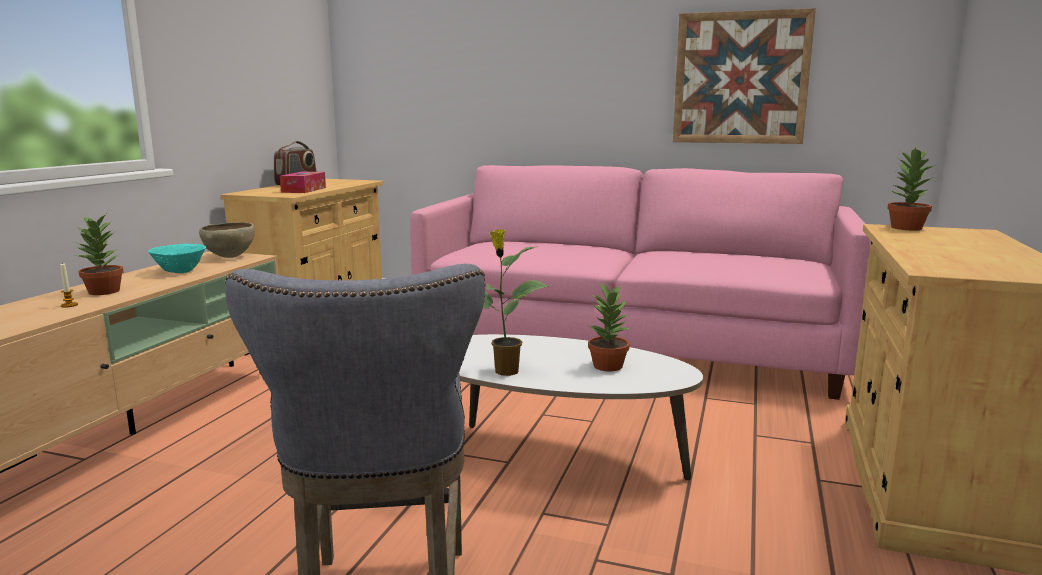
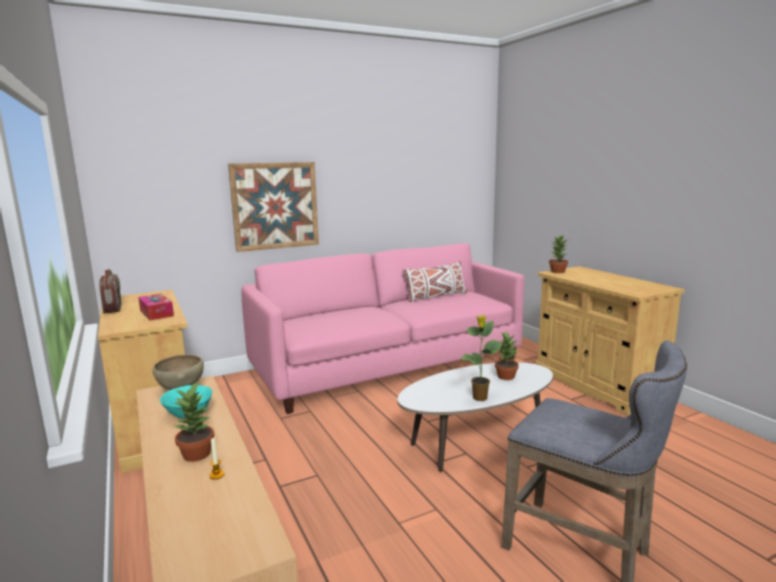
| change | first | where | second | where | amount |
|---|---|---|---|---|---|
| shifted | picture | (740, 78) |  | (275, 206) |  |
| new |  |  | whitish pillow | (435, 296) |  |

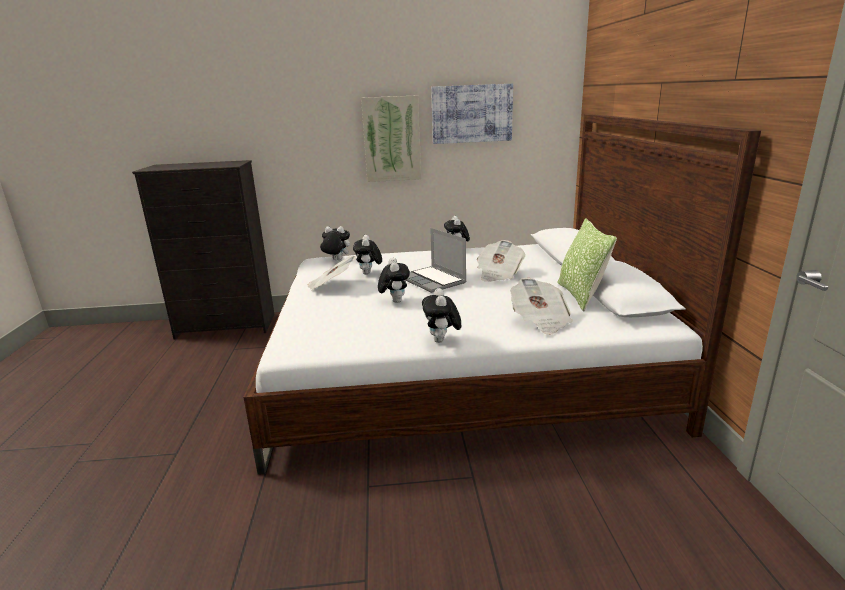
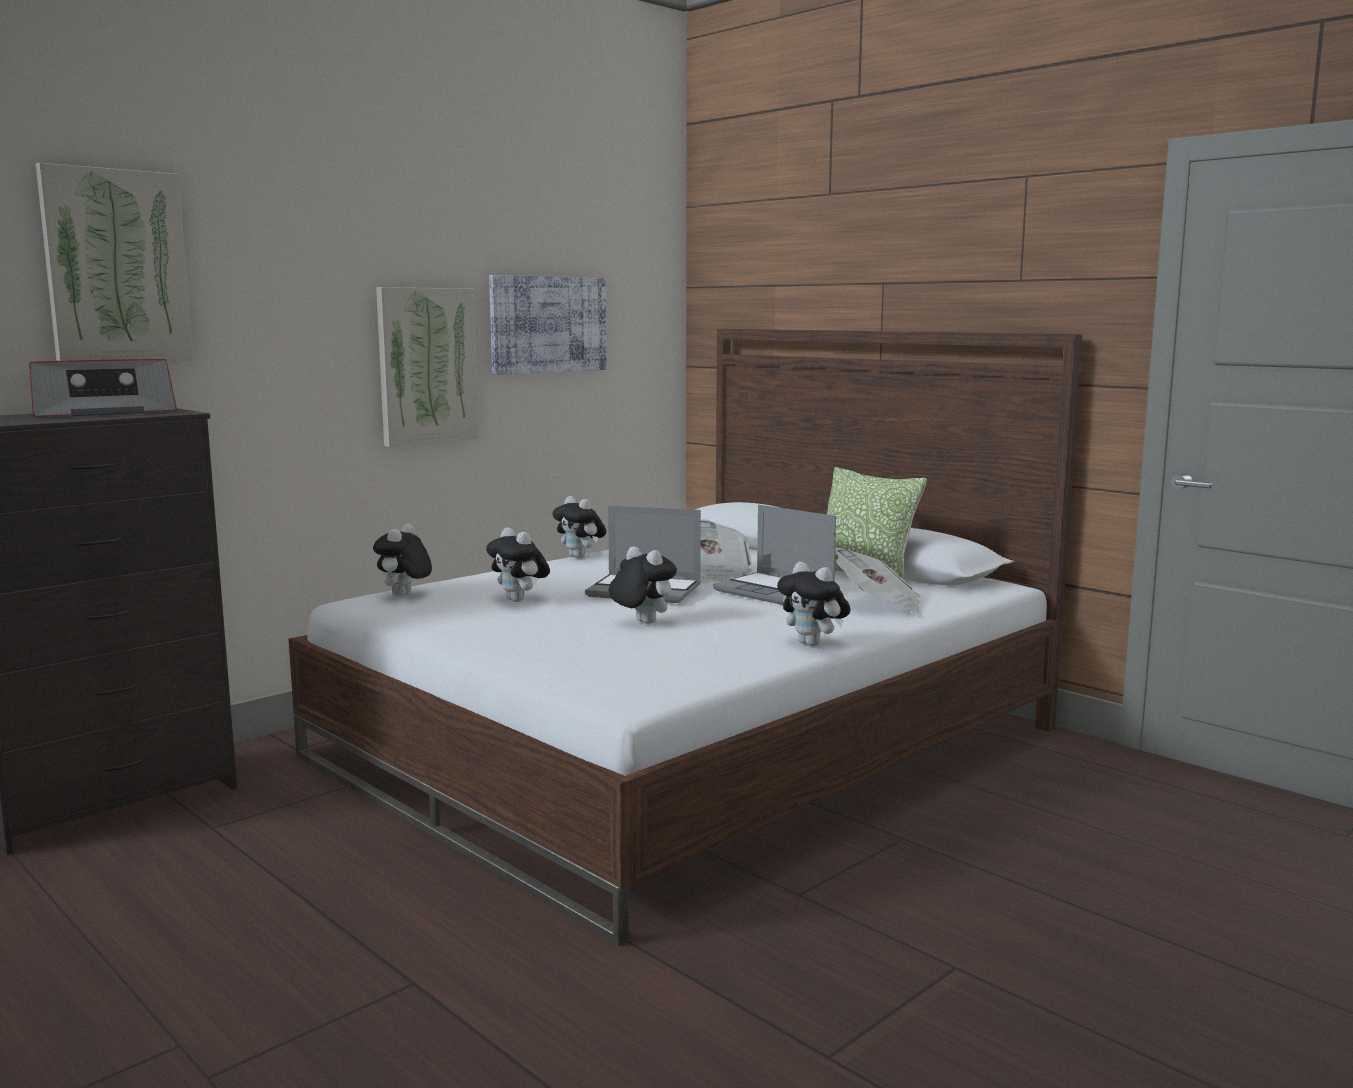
| change | first | where | second | where | amount |
|---|---|---|---|---|---|
| new |  |  | radio set | (103, 412) |  |
| new |  |  | picture | (116, 267) |  |
| rotated | plush toy | (336, 260) |  | (404, 595) | 45 degrees counterclockwise |
| new |  |  | laptop | (776, 592) |  |
| gone | newspaper | (331, 286) |  |  |  |

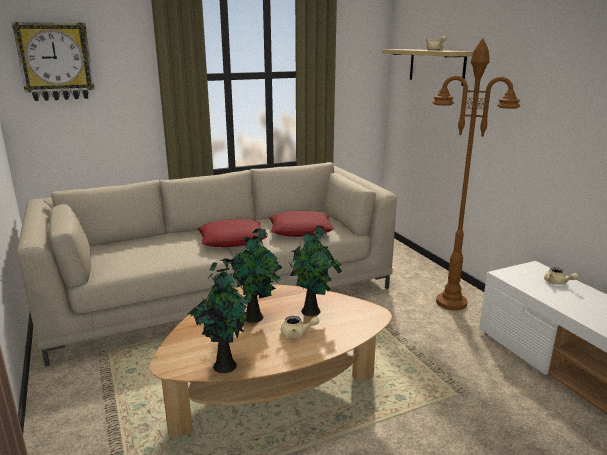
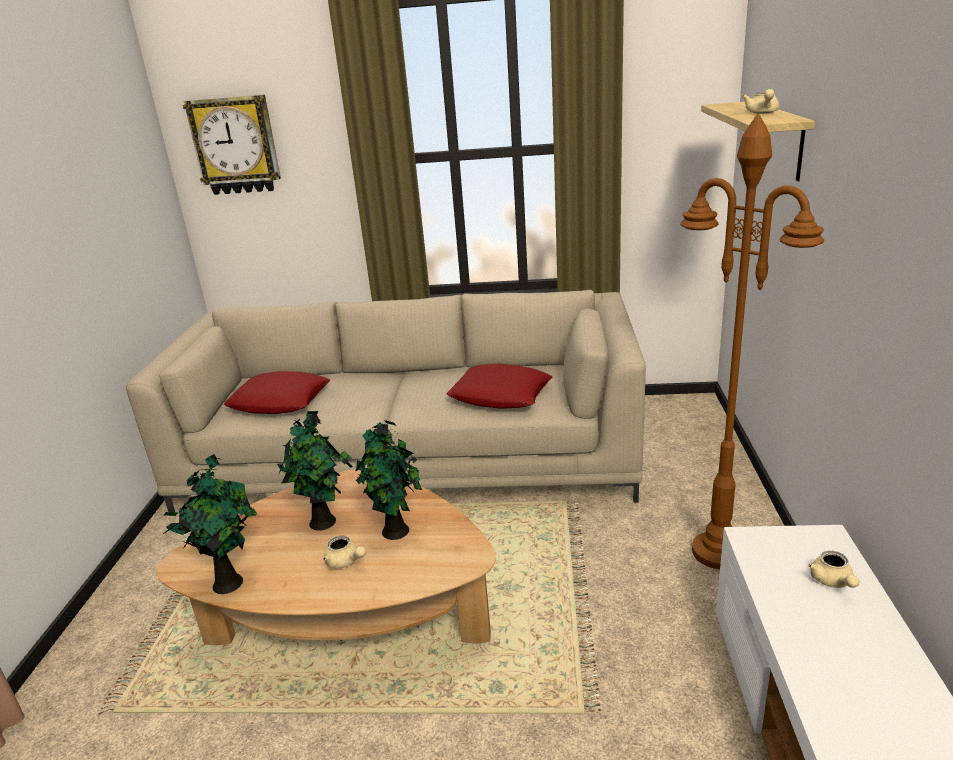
| change | first | where | second | where | amount |
|---|---|---|---|---|---|
| shifted | reddish pillow | (232, 239) |  | (280, 401) |  |

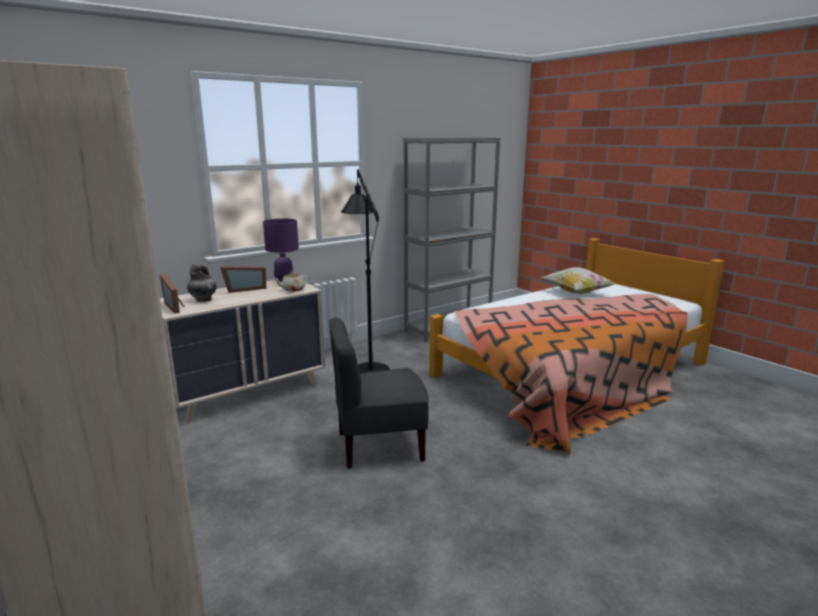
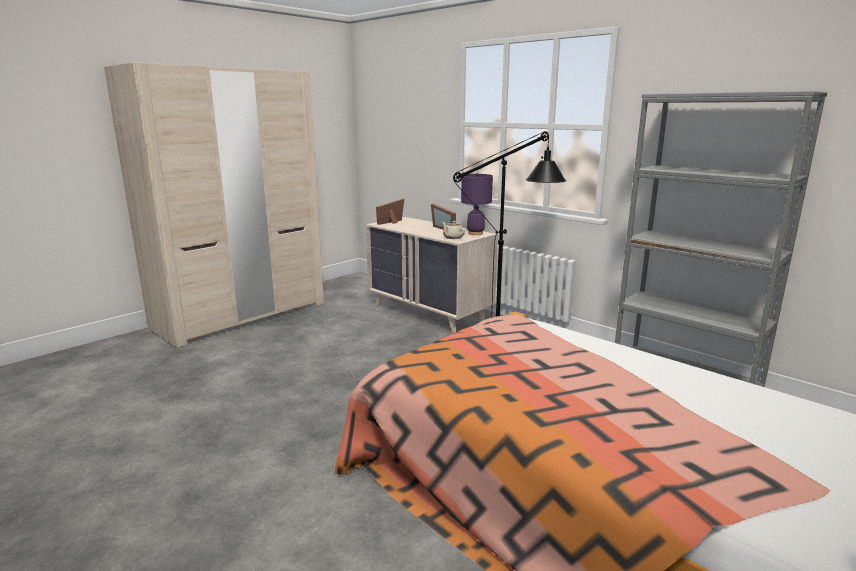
| change | first | where | second | where | amount |
|---|---|---|---|---|---|
| gone | grey flower vase | (203, 300) |  |  |  |
| gone | grey plain chair | (379, 446) |  |  |  |
| gone | pillow | (576, 293) |  |  |  |

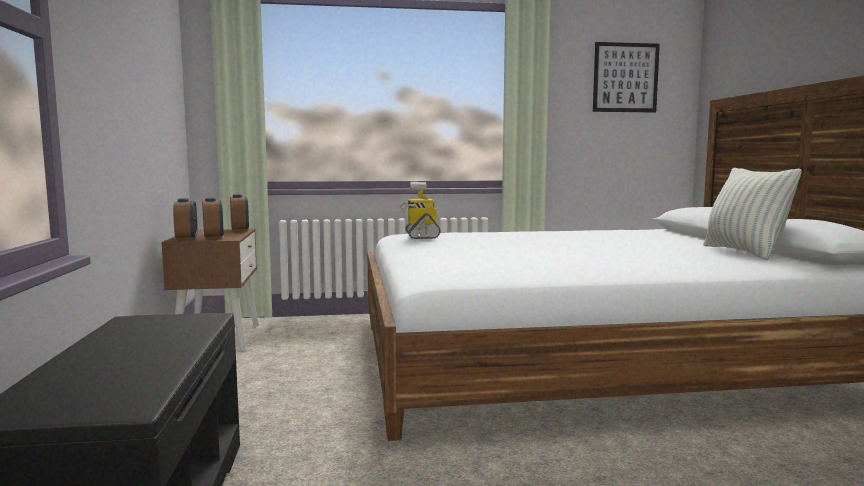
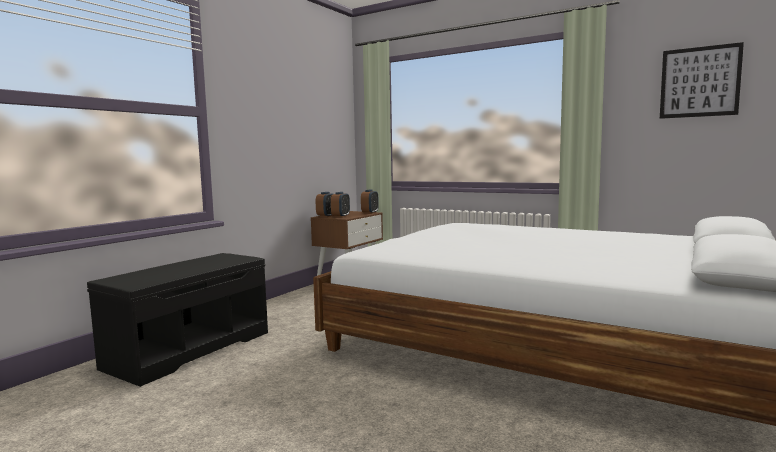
| change | first | where | second | where | amount |
|---|---|---|---|---|---|
| gone | model robot | (421, 236) |  |  |  |
| gone | pillow | (744, 252) |  |  |  |

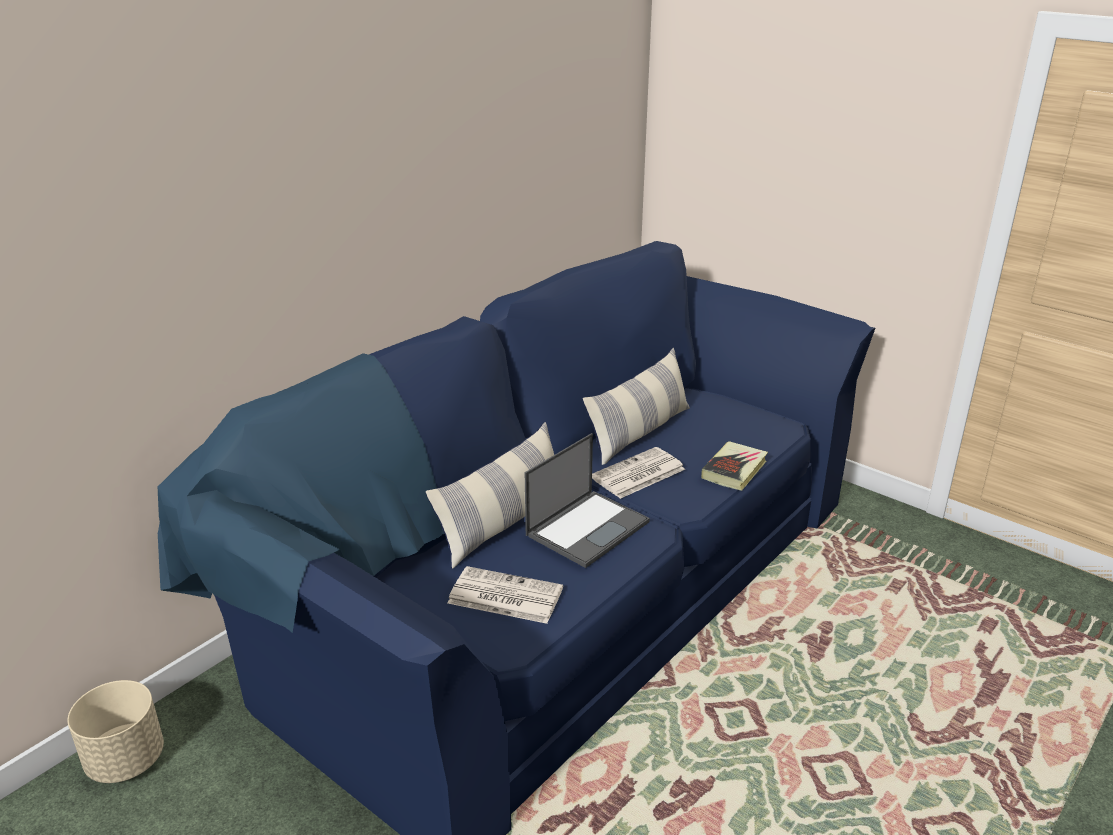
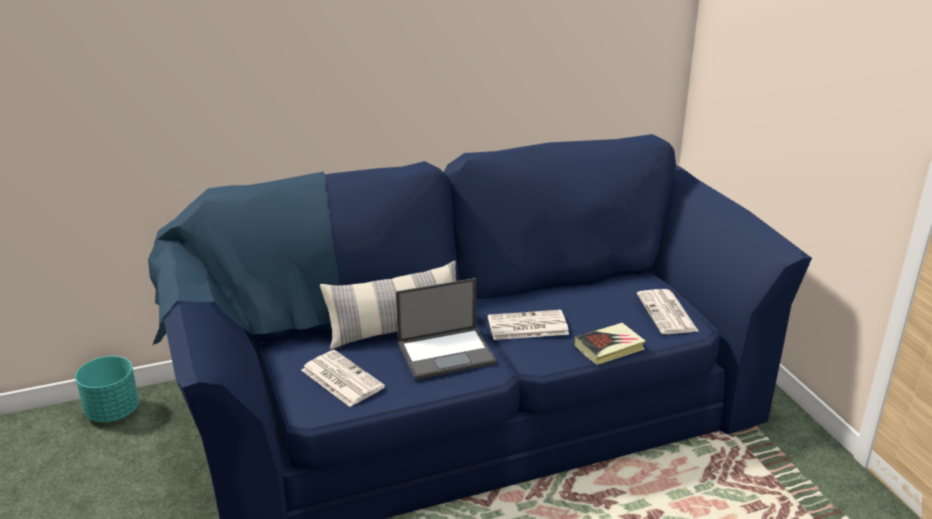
| change | first | where | second | where | amount |
|---|---|---|---|---|---|
| repainted | beige-coloured flower pot | (126, 760) | turquoise-coloured flower pot | (113, 411) |  |
| new |  |  | newspaper | (667, 313) |  |
| gone | pillow | (639, 433) |  |  |  |

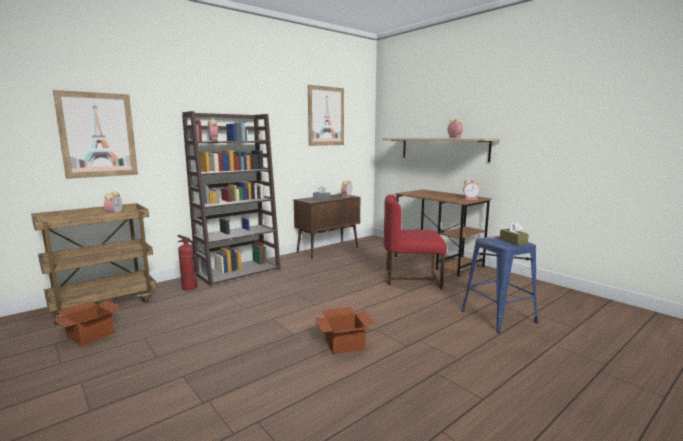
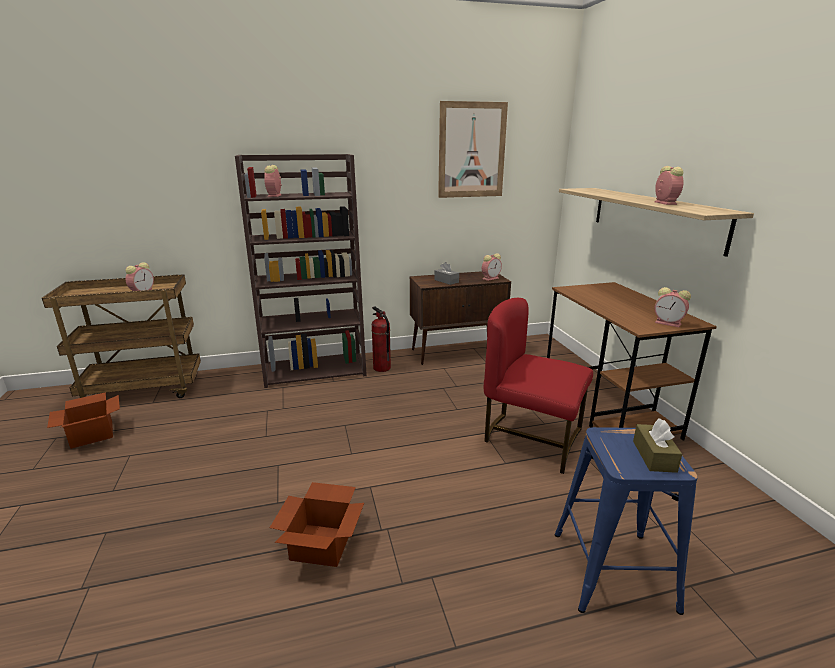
| change | first | where | second | where | amount |
|---|---|---|---|---|---|
| shifted | fire extinguisher | (189, 288) |  | (381, 368) |  |
| gone | picture | (98, 135) |  |  |  |

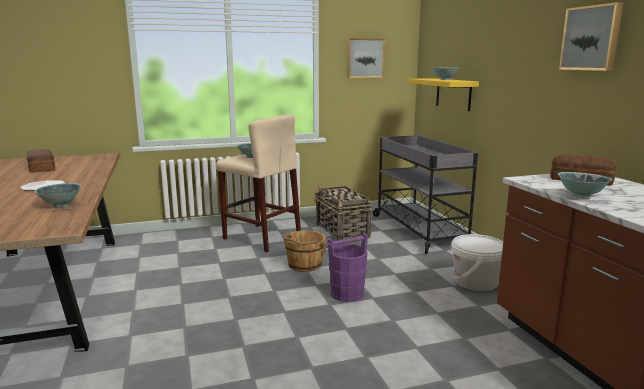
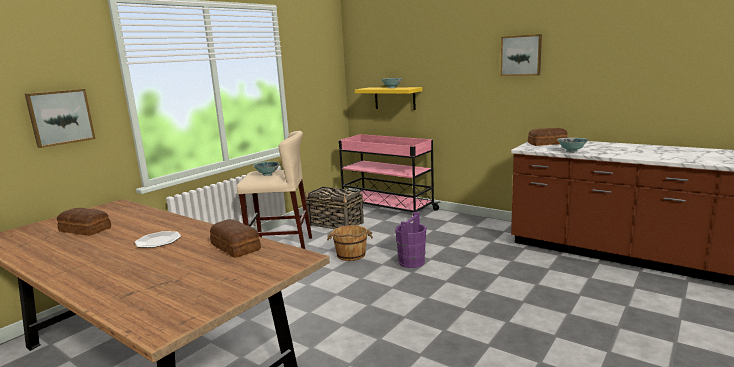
| change | first | where | second | where | amount |
|---|---|---|---|---|---|
| shifted | picture | (365, 58) |  | (60, 117) |  |
| swapped | bowl | (61, 205) | bakery bread | (236, 246) |  |
| repainted | grey cart | (418, 230) | pinkish cart | (386, 208) |  |
| gone | whitish bucket | (475, 282) |  |  |  |

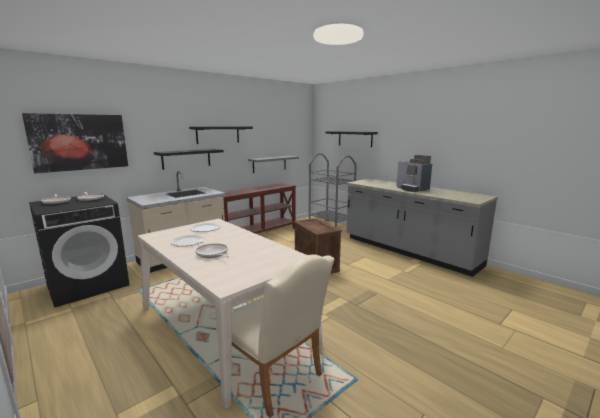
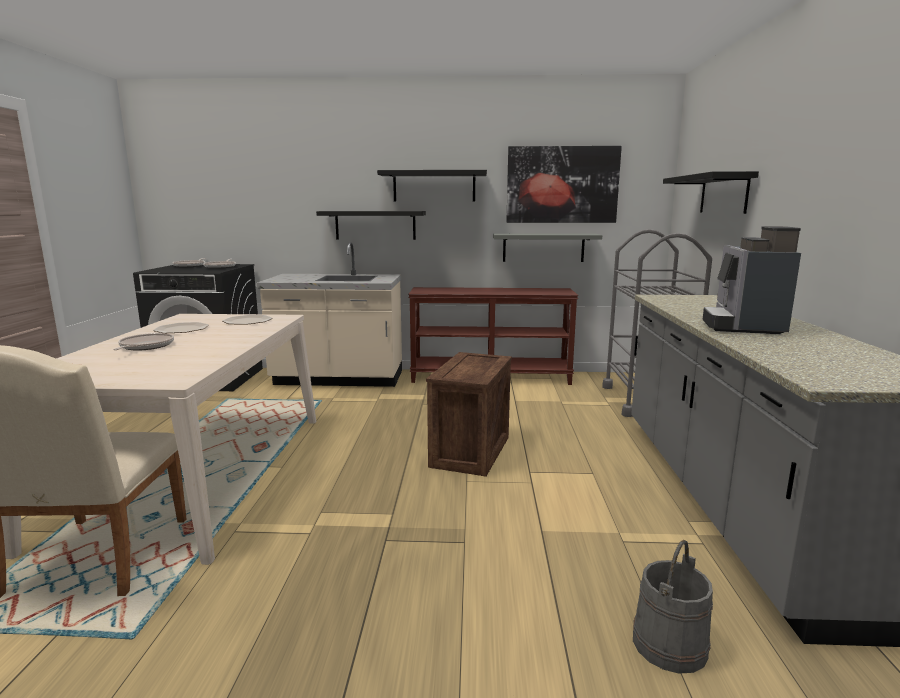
| change | first | where | second | where | amount |
|---|---|---|---|---|---|
| shifted | picture | (80, 142) |  | (562, 185) |  |
| new |  |  | grey bucket | (670, 645) |  |

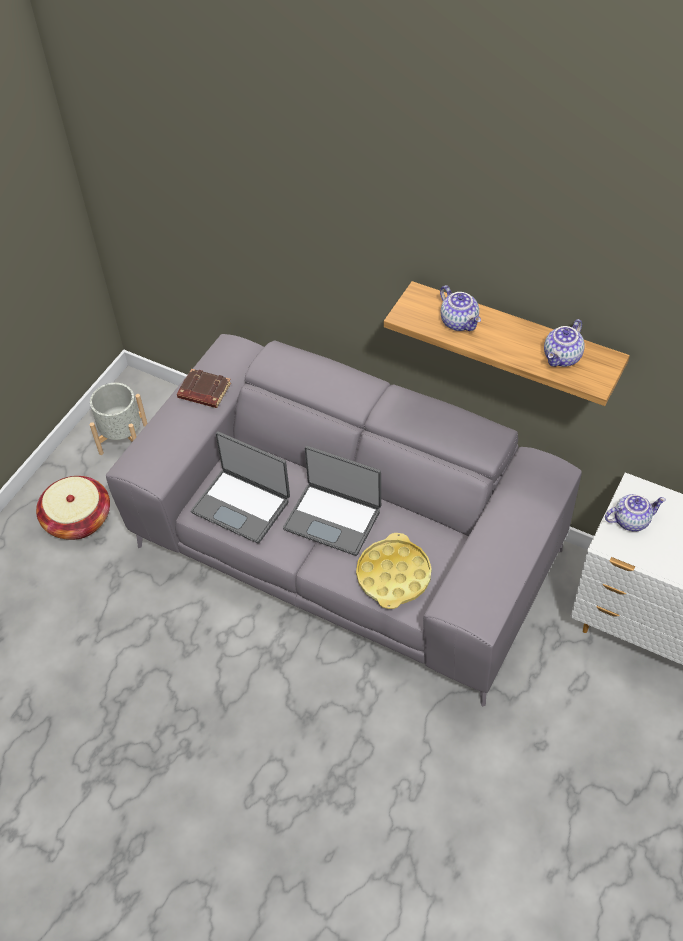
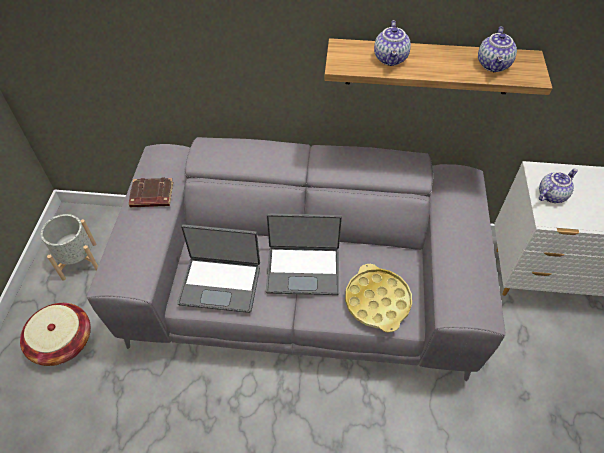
| change | first | where | second | where | amount |
|---|---|---|---|---|---|
| rotated | pot for tea | (460, 322) |  | (391, 59) | 60 degrees clockwise |

